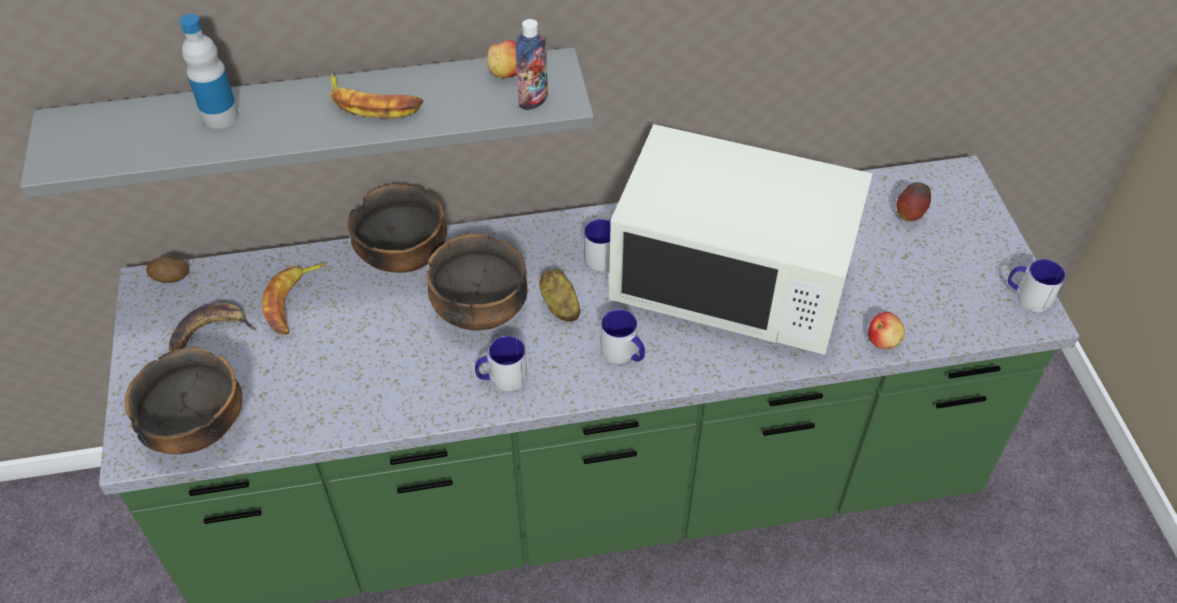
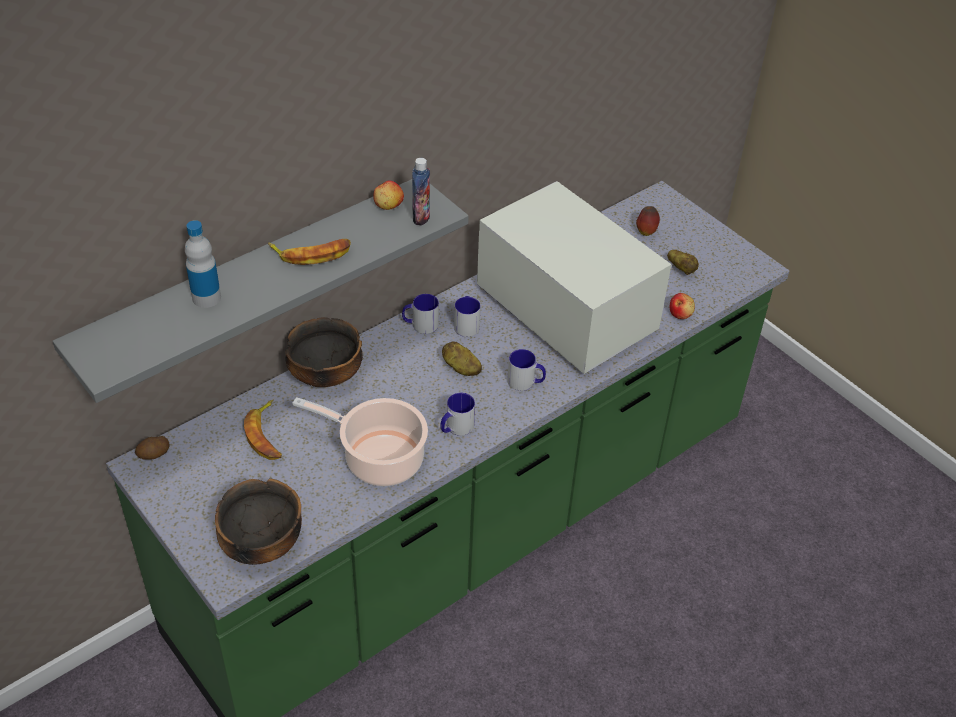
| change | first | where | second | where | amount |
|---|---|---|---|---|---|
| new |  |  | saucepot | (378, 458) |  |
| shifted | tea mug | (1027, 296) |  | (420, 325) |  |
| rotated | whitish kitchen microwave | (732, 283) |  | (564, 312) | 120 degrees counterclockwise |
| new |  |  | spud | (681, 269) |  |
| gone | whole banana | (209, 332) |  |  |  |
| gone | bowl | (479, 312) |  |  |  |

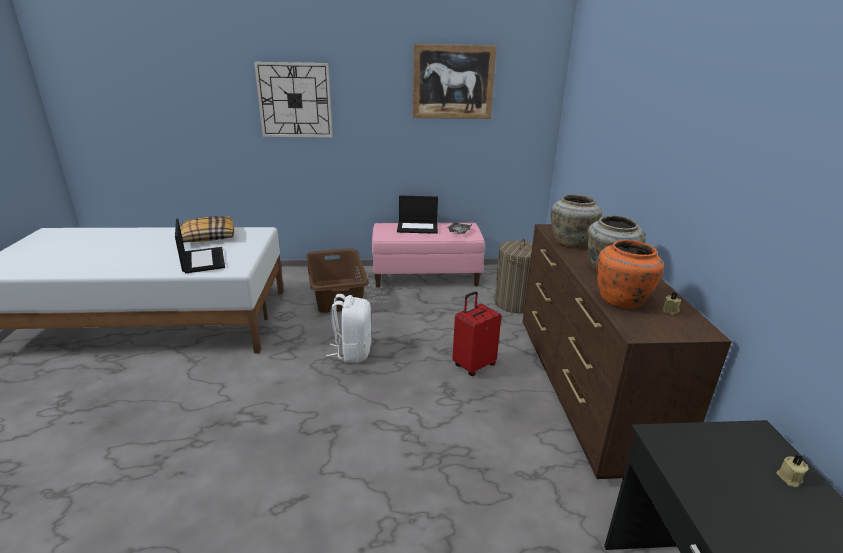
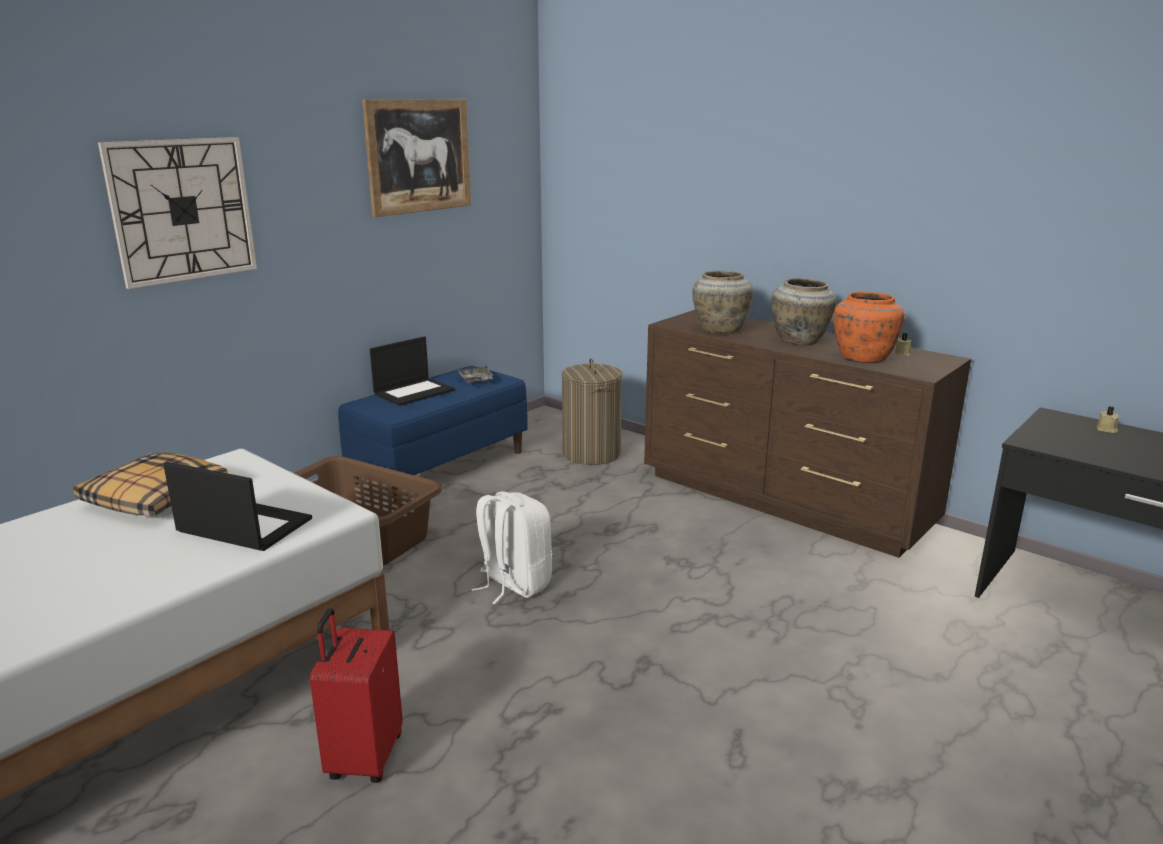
| change | first | where | second | where | amount |
|---|---|---|---|---|---|
| shifted | reddish suitcase | (473, 365) |  | (363, 758) |  |
| repainted | pinkish long seat | (426, 276) | blue-coloured long seat | (440, 467) |  |

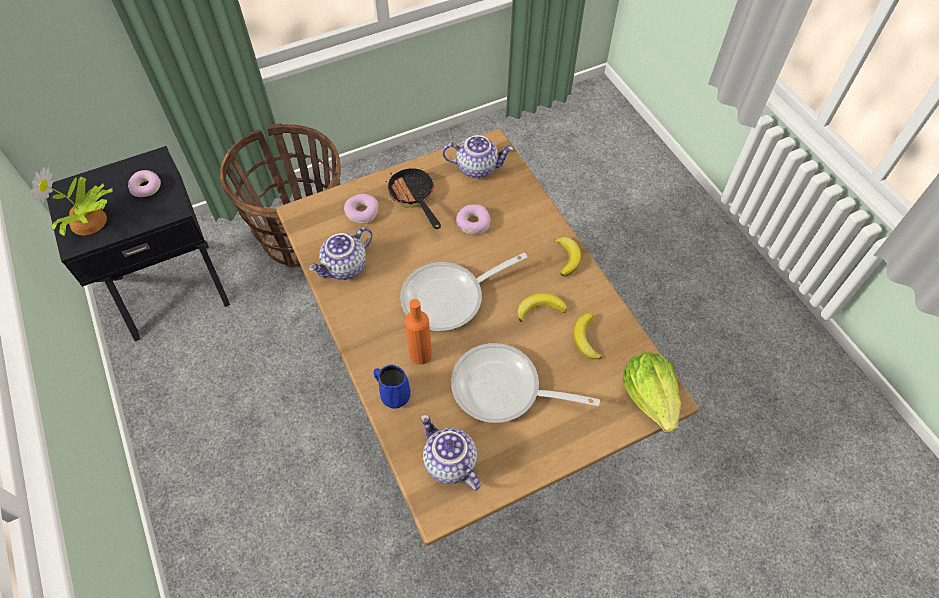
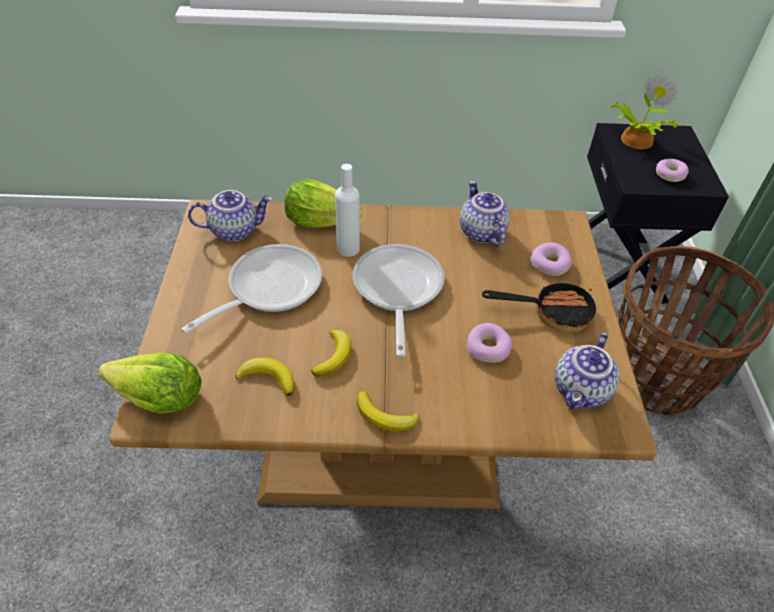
| change | first | where | second | where | amount |
|---|---|---|---|---|---|
| swapped | blue-coloured tea mug | (394, 395) | head of lettuce | (321, 220) |  |
| repainted | orange-coloured drink bottle | (420, 354) | whitish drink bottle | (348, 248) |  |

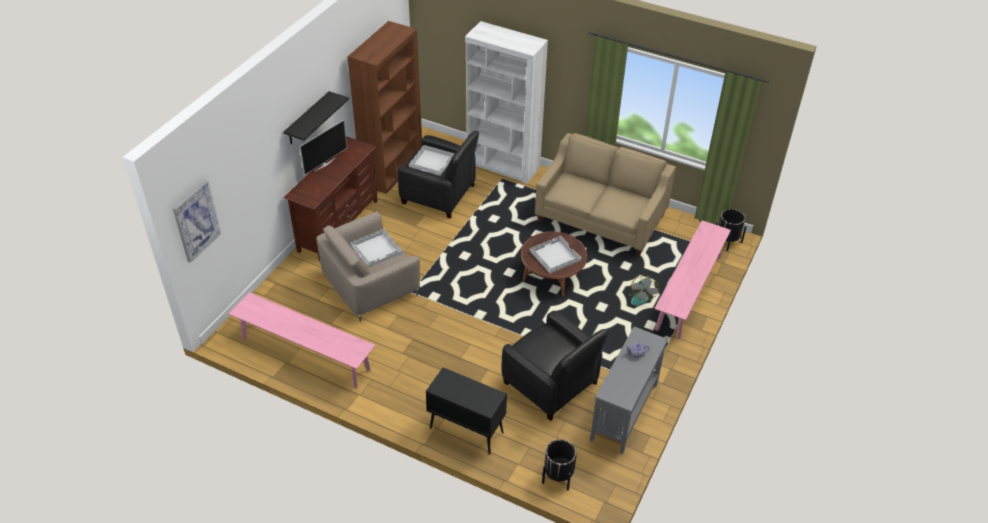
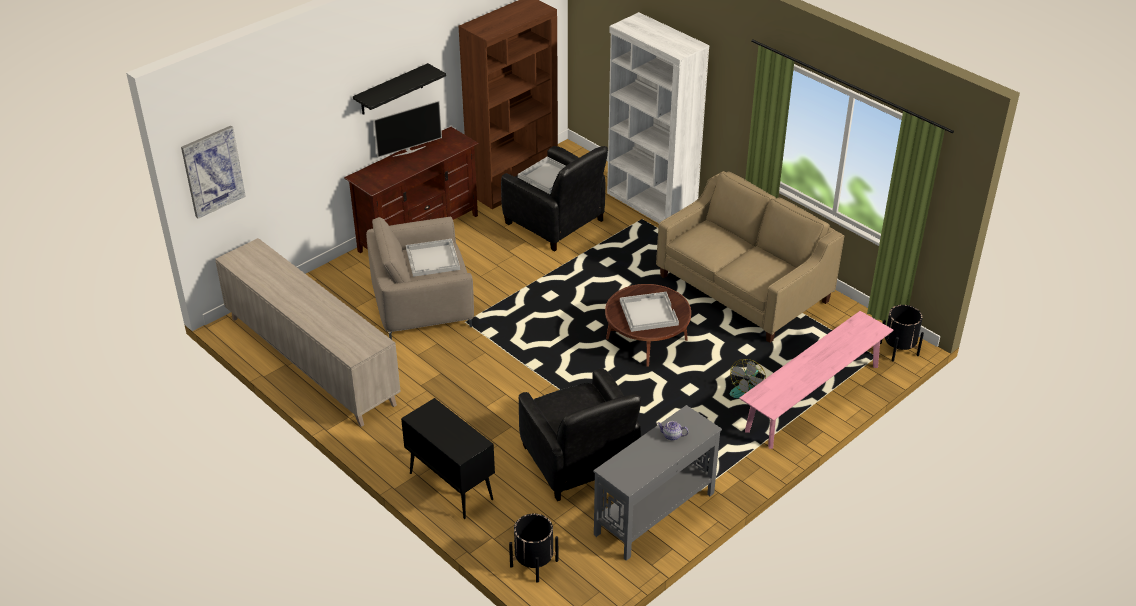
| change | first | where | second | where | amount |
|---|---|---|---|---|---|
| swapped | pinkish long seat | (305, 354) | beige-coloured storage cabinet | (311, 361) |  |

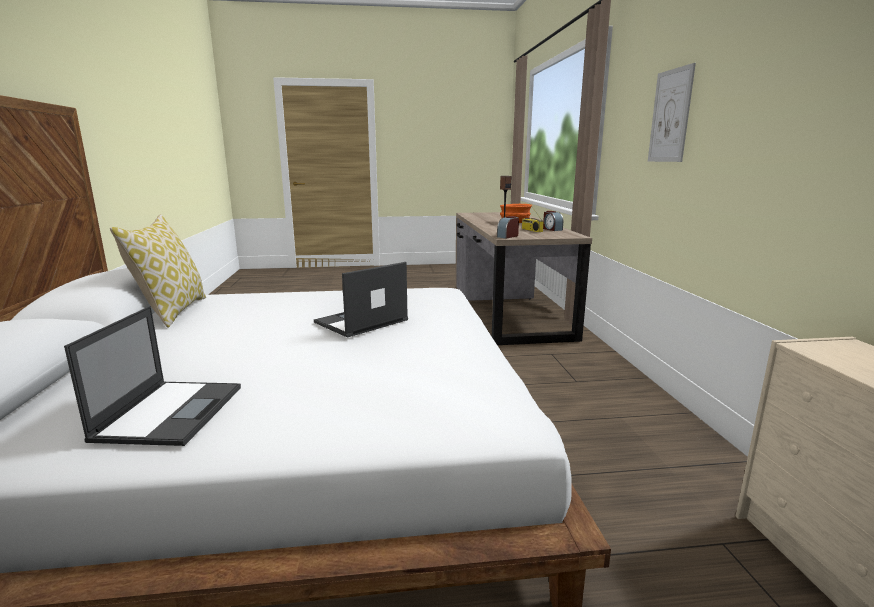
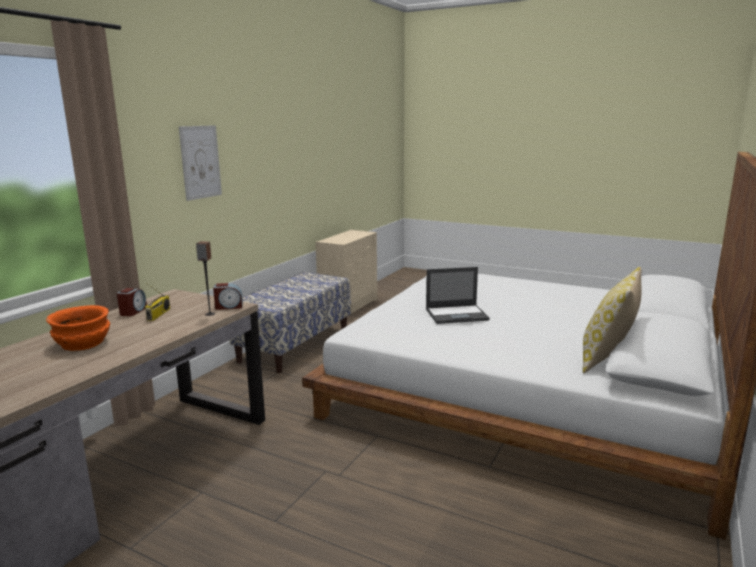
| change | first | where | second | where | amount |
|---|---|---|---|---|---|
| new |  |  | long seat | (295, 345) |  |
| gone | laptop | (171, 411) |  |  |  |

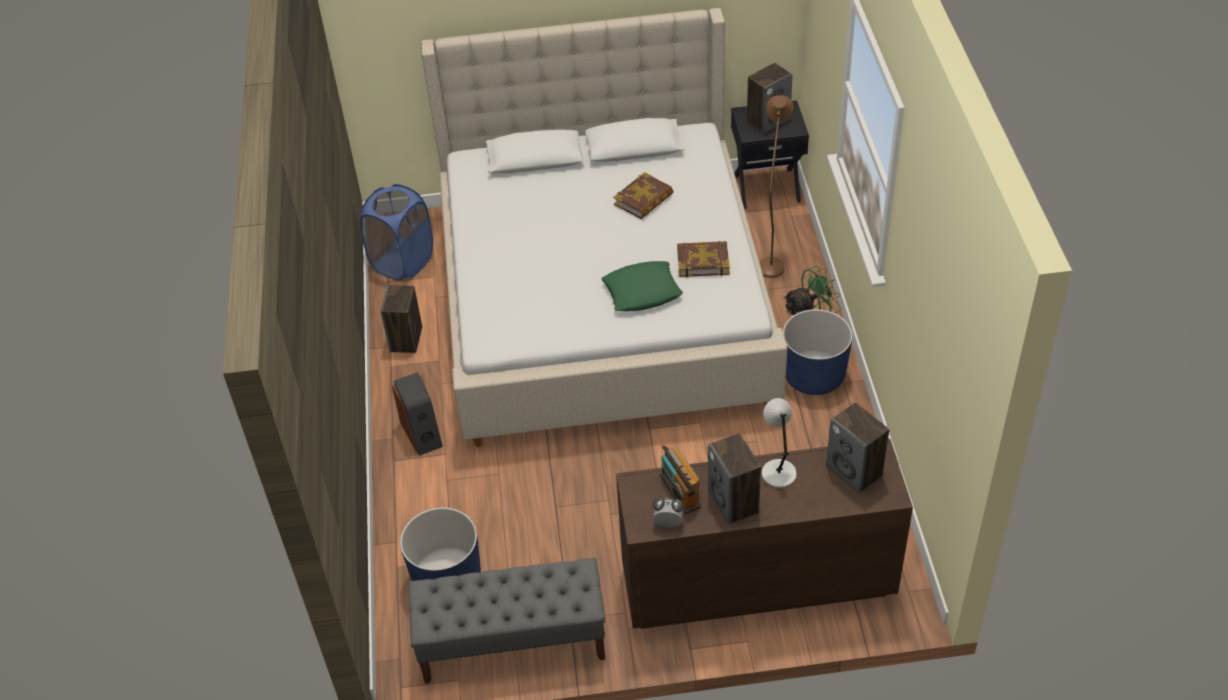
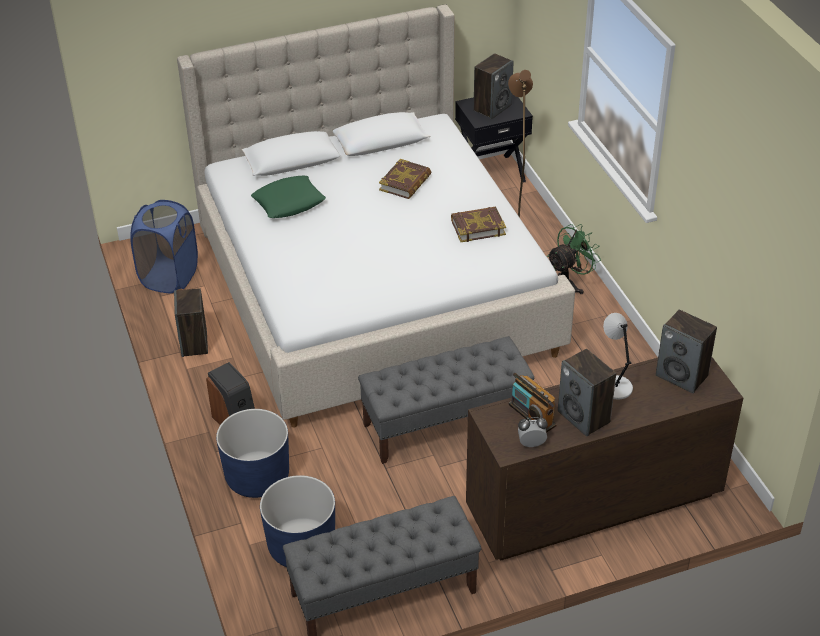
| change | first | where | second | where | amount |
|---|---|---|---|---|---|
| shifted | blue-coloured flower pot | (814, 375) |  | (257, 477) |  |
| shifted | green-coloured pillow | (642, 291) |  | (289, 202) |  |
| new |  |  | grey long seat | (446, 423) |  |

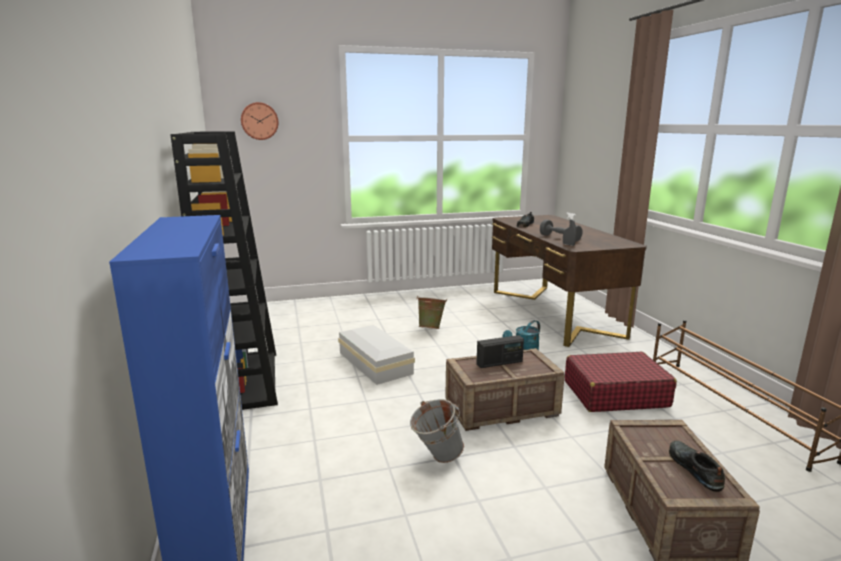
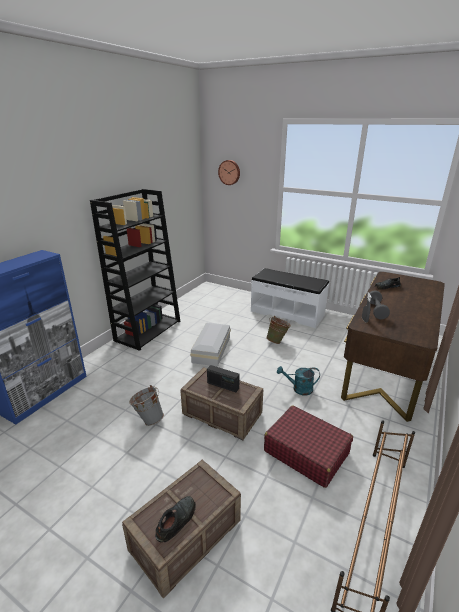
| change | first | where | second | where | amount |
|---|---|---|---|---|---|
| new |  |  | whitish long seat | (287, 313) |  |

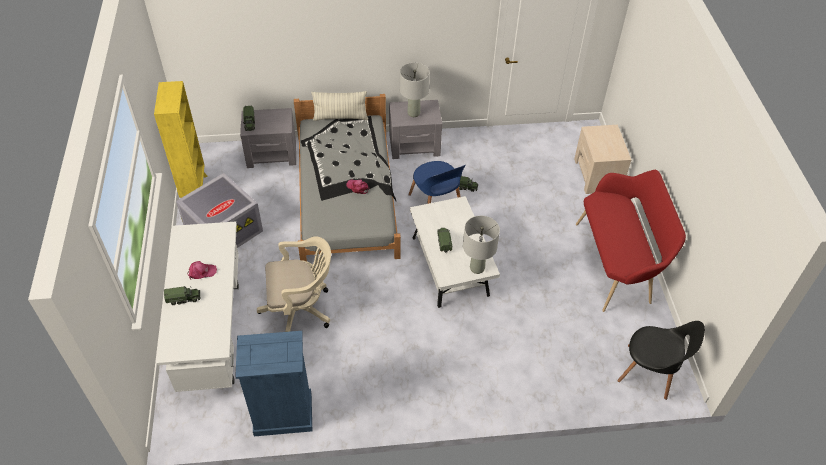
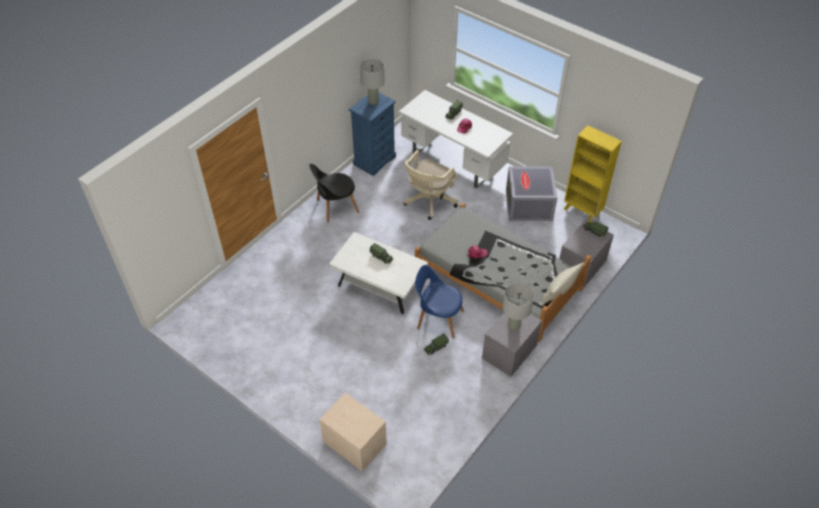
| change | first | where | second | where | amount |
|---|---|---|---|---|---|
| shifted | black-coloured plain chair | (650, 372) |  | (335, 207) |  |
| shifted | grey tabletop lamp | (477, 268) |  | (373, 101) |  |
| gone | reddish long seat | (617, 264) |  |  |  |

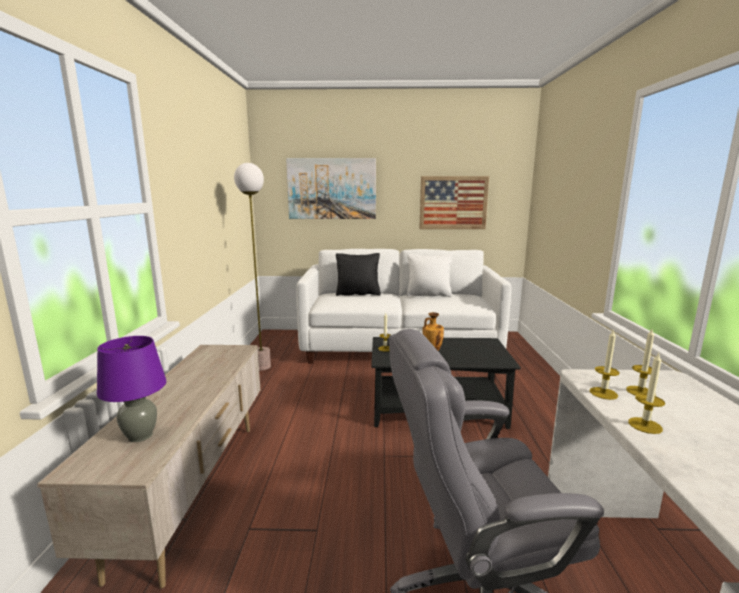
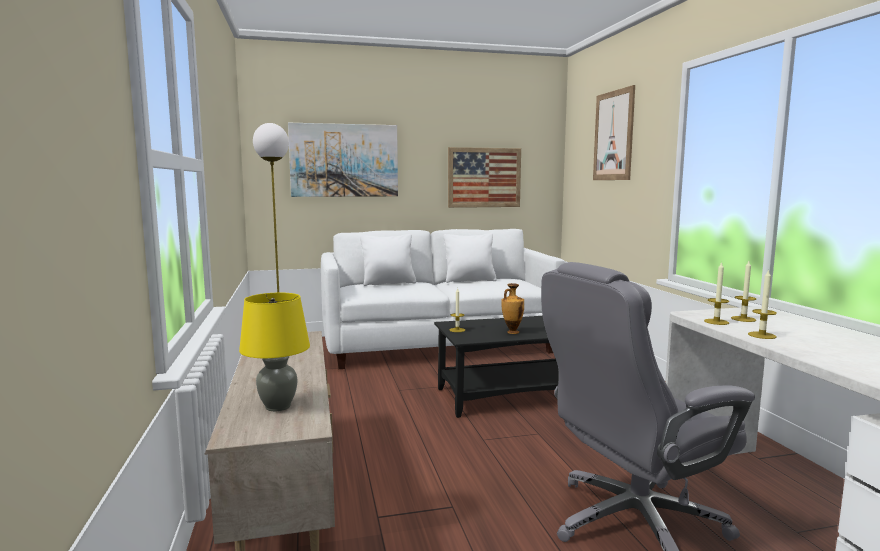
| change | first | where | second | where | amount |
|---|---|---|---|---|---|
| repainted | purplish tabletop lamp | (140, 436) | yellow tabletop lamp | (277, 406) |  |
| repainted | black-coloured pillow | (358, 294) | whitish pillow | (388, 283) |  |
| new |  |  | picture | (613, 136) |  |

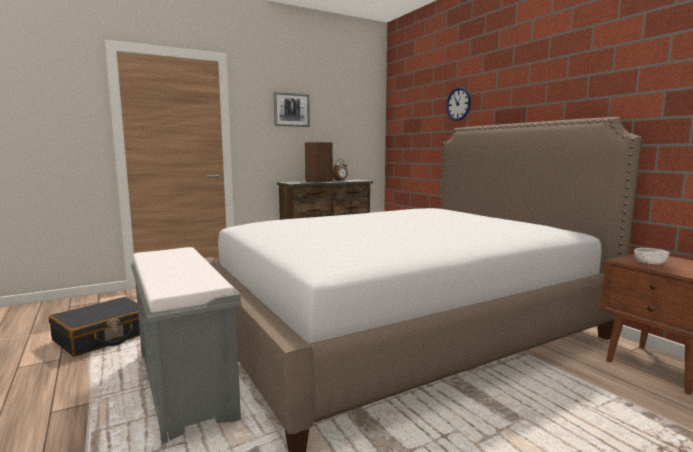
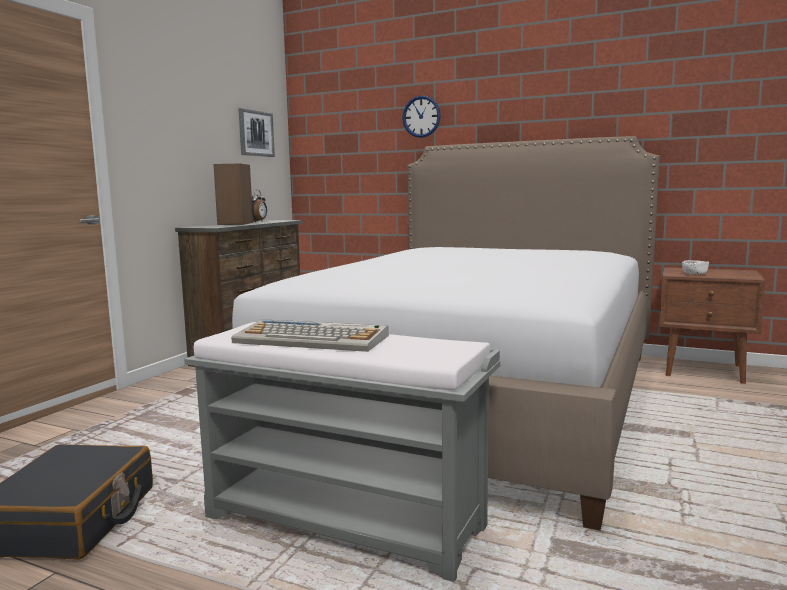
| change | first | where | second | where | amount |
|---|---|---|---|---|---|
| new |  |  | PC keyboard | (313, 339) |  |
| shifted | picture | (291, 110) |  | (255, 133) |  |

